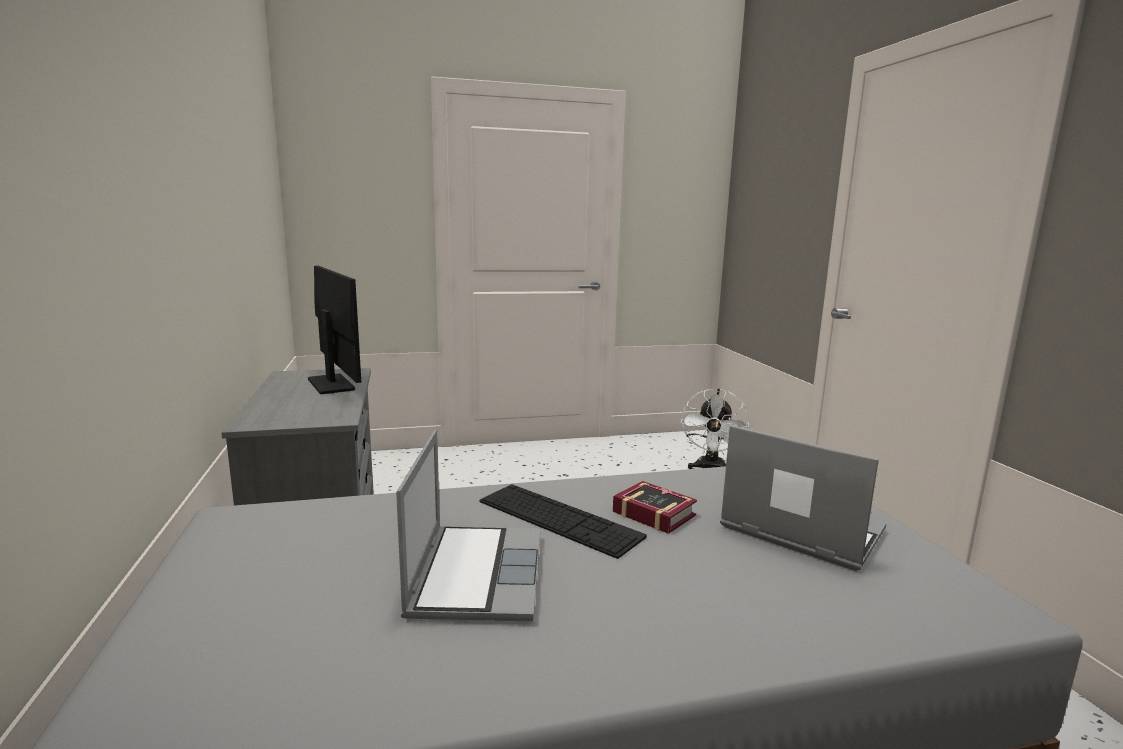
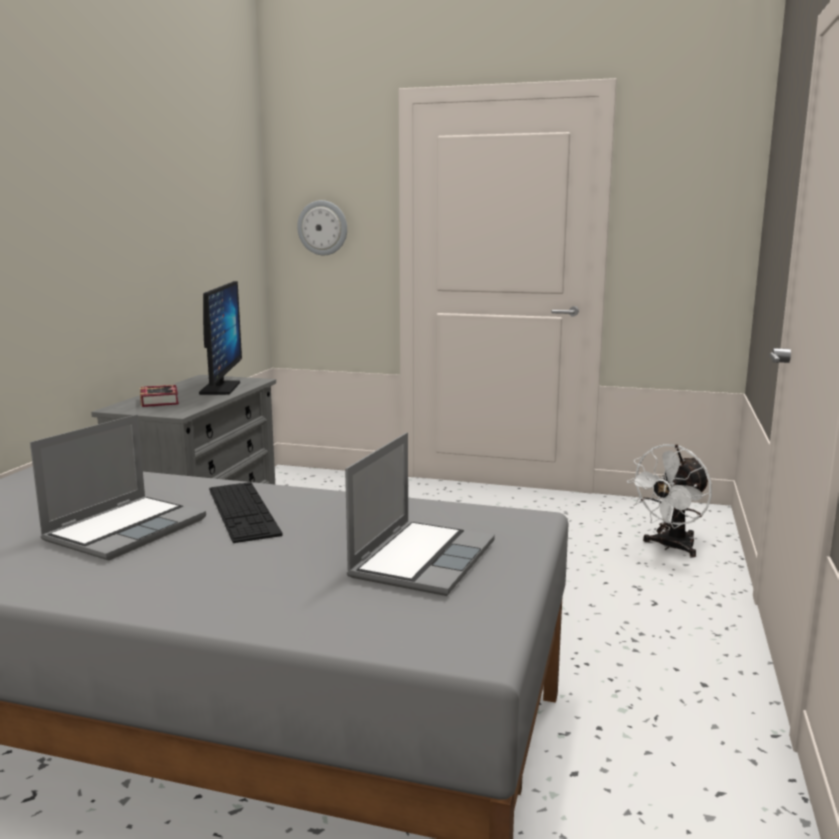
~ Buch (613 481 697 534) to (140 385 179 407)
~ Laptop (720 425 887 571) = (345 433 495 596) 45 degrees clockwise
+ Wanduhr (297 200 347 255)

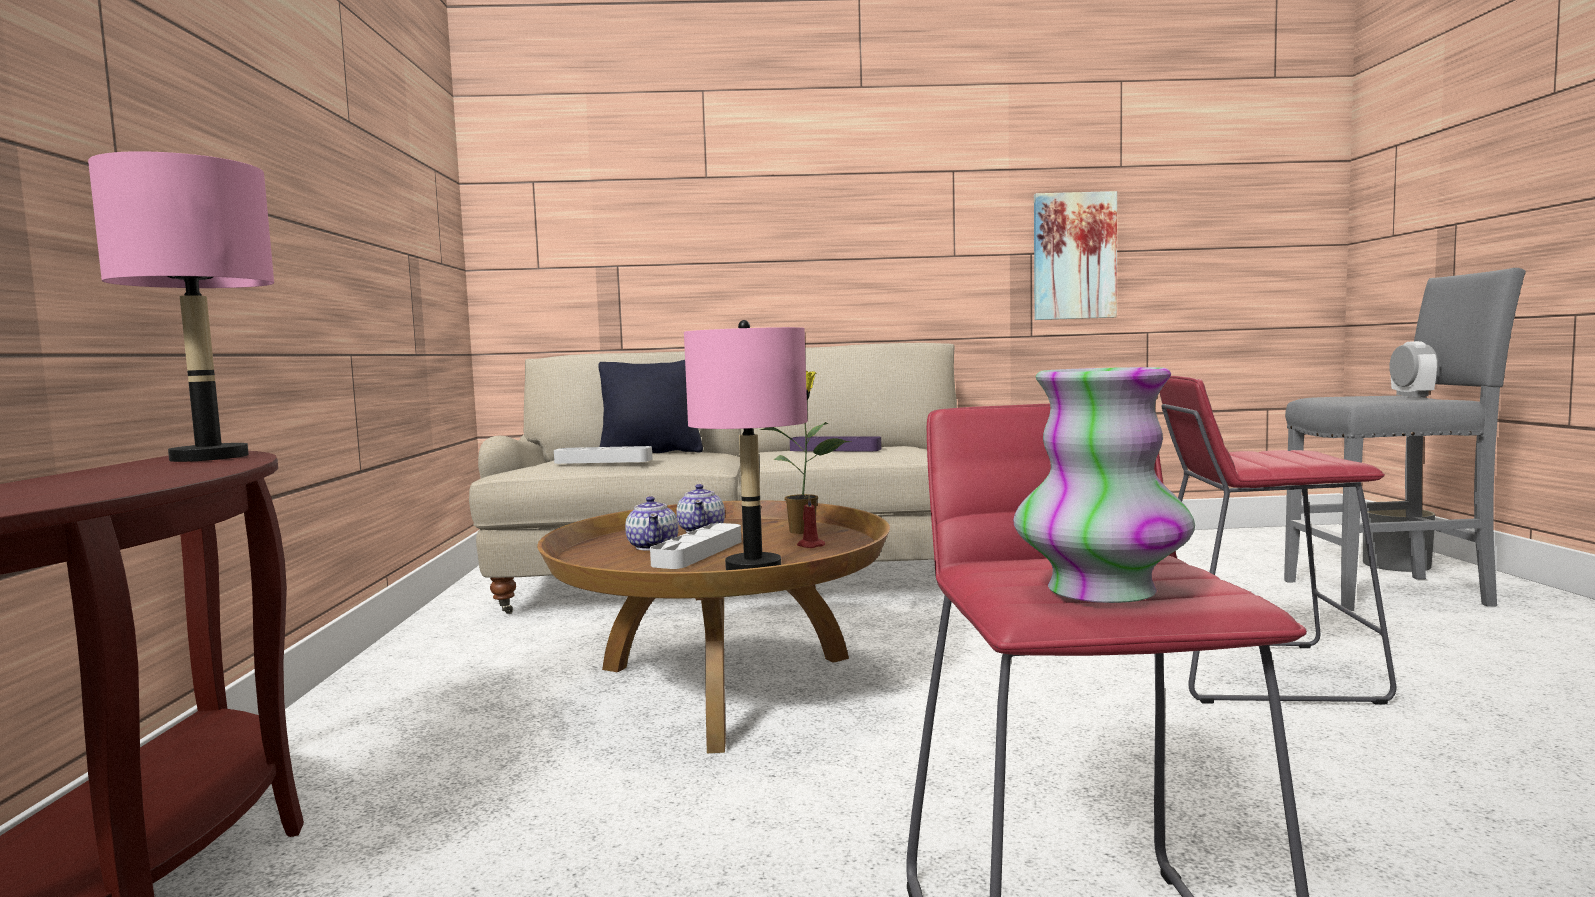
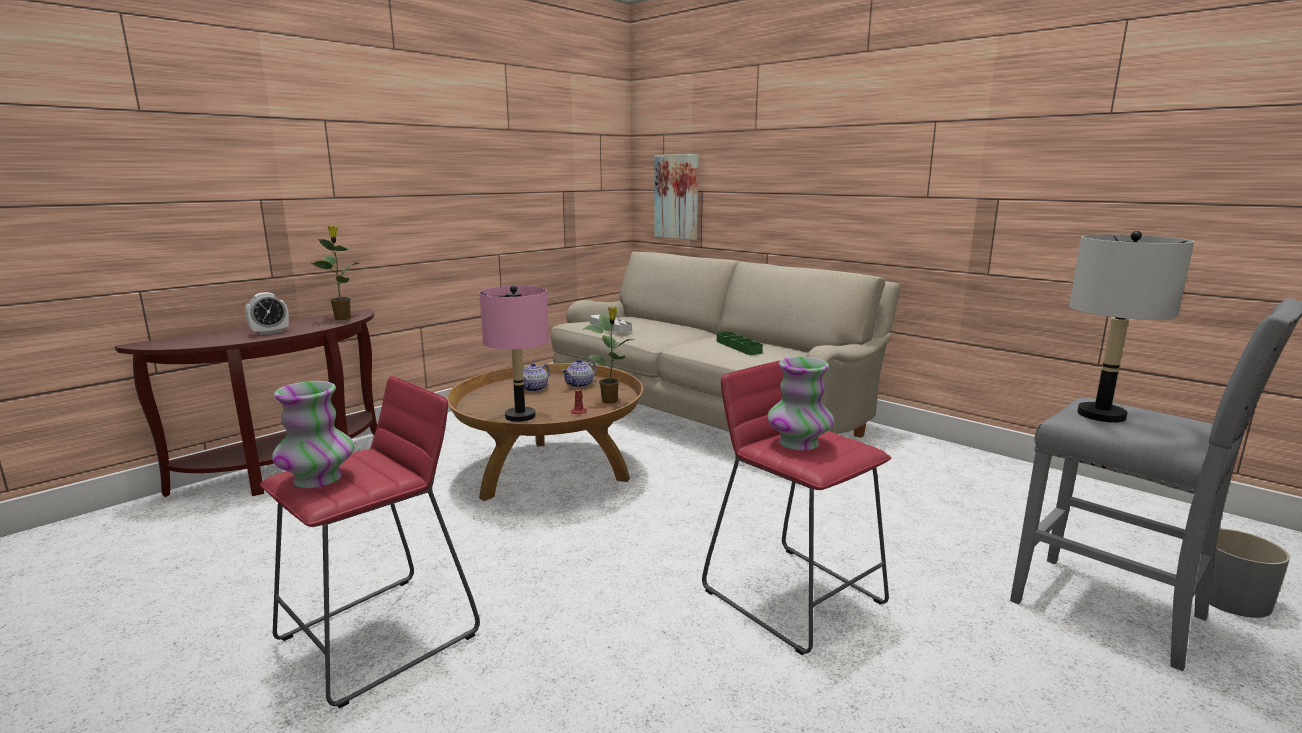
~ Tischlampe/rosa (88 151 274 462) to Topfpflanze (311 226 360 320)
- Kissen/schwarz (598 360 703 453)
- Tablett/grau (650 523 741 569)
~ Tablett/lila (790 436 881 451) to Tablett/grün (717 332 763 355)
~ Bild (1034 191 1117 320) to (654 154 699 240)
~ Wecker (1389 341 1438 397) to (245 292 289 335)
+ Vase (767 357 834 451)
+ Tischlampe/grau (1069 231 1194 423)

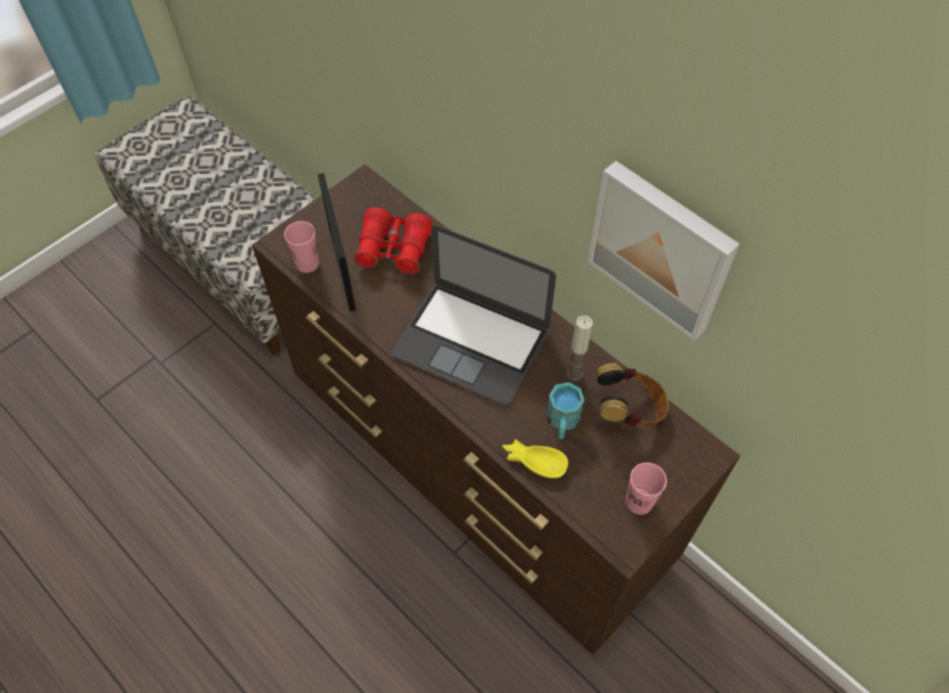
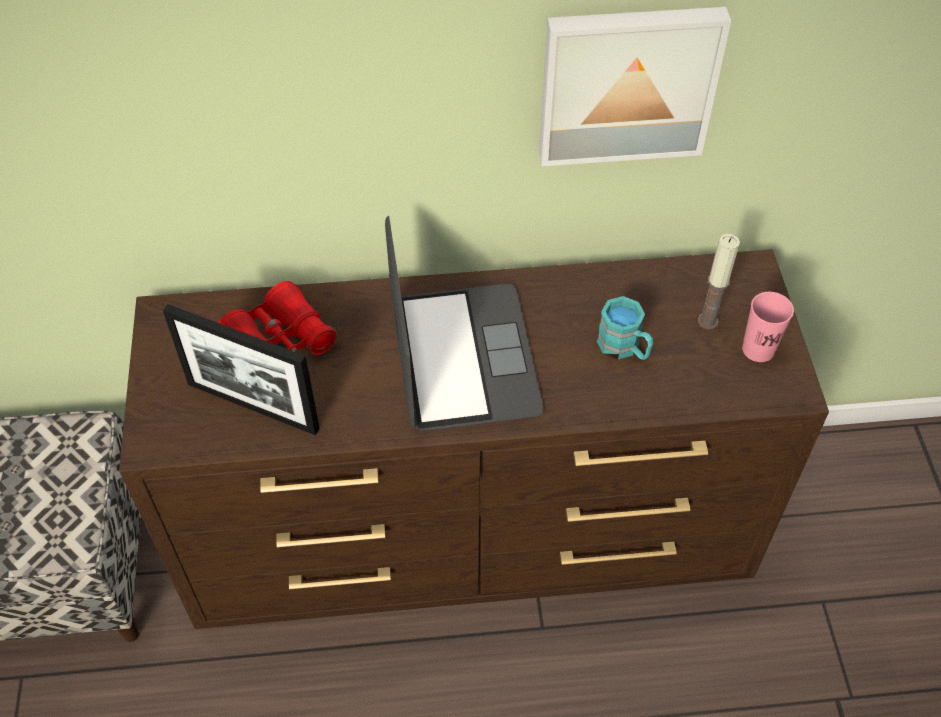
- Tasse/rosa (284 221 319 273)
~ Laptop (392 225 556 404) = (385 216 544 431) 75 degrees counterclockwise
- Schüssel/gelb (502 439 568 478)
~ Kerze (567 316 593 382) to (698 234 740 330)
- Kopfhörer (597 363 669 427)

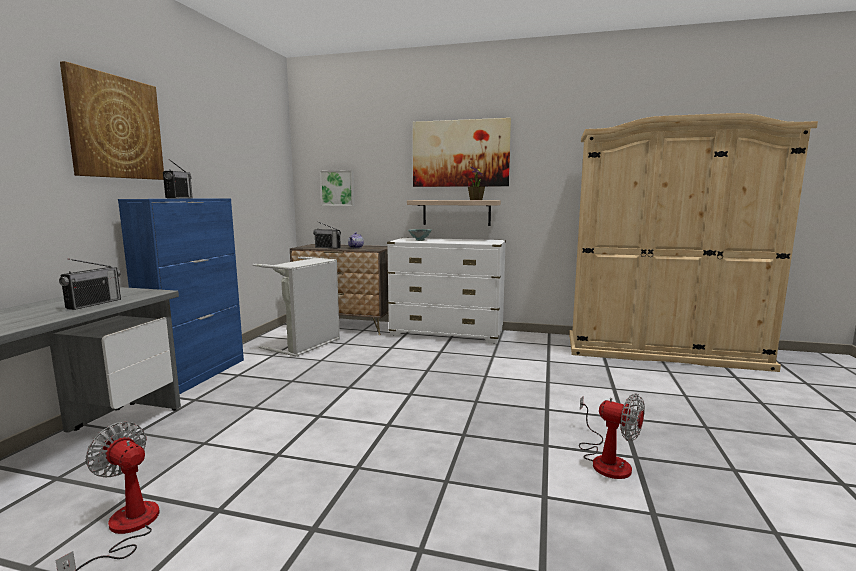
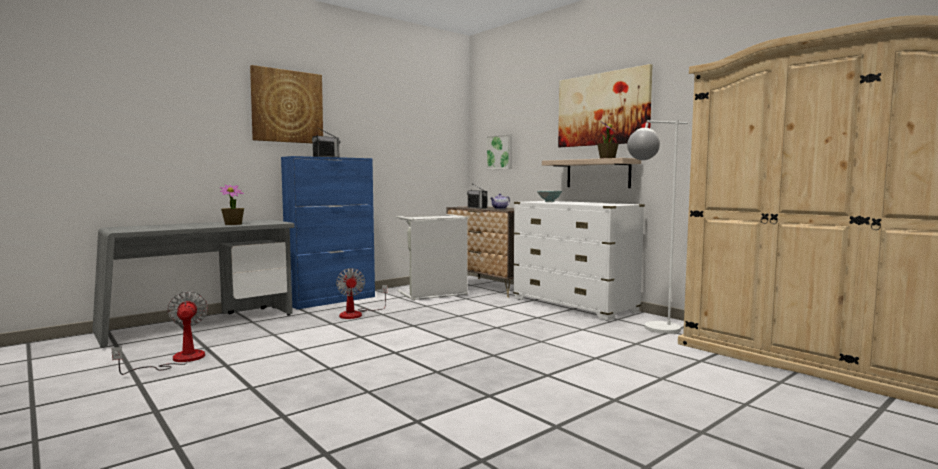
~ Radio (59 259 121 310) to Topfpflanze (220 185 244 225)
~ Ventilator (579 393 645 479) to (336 268 387 319)
+ Stehlampe/weiß (627 120 688 334)

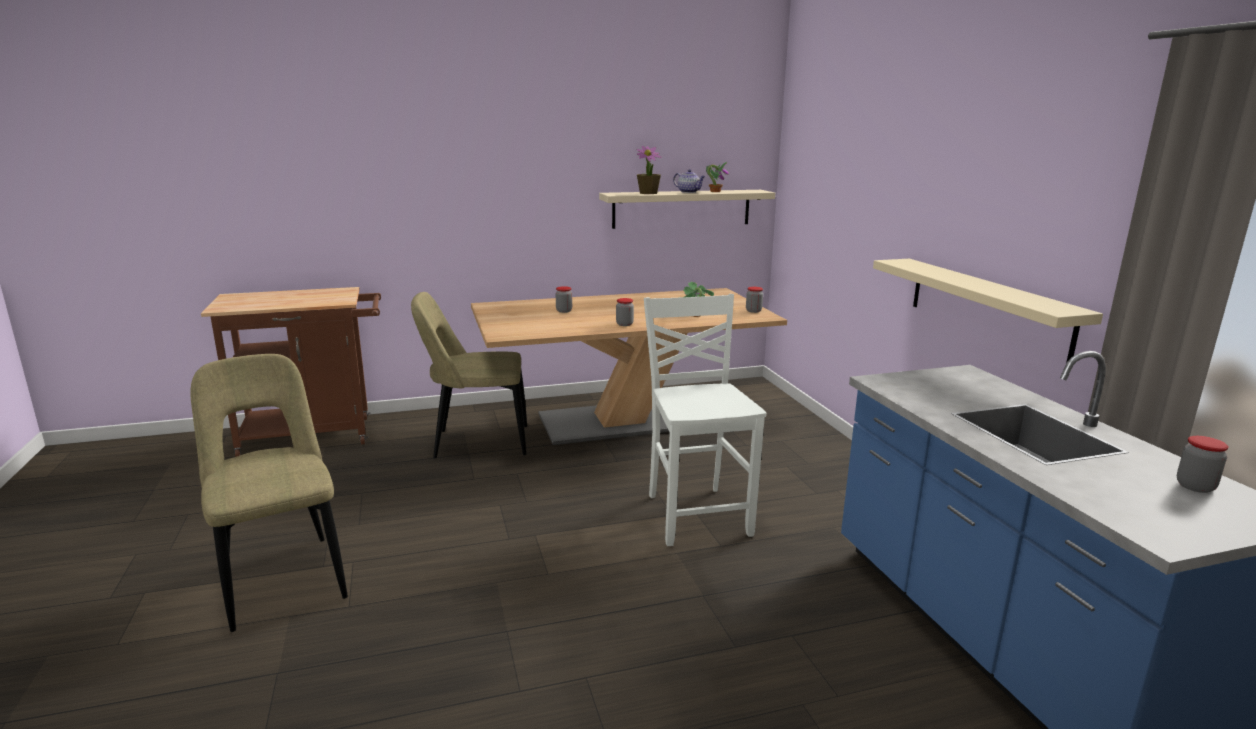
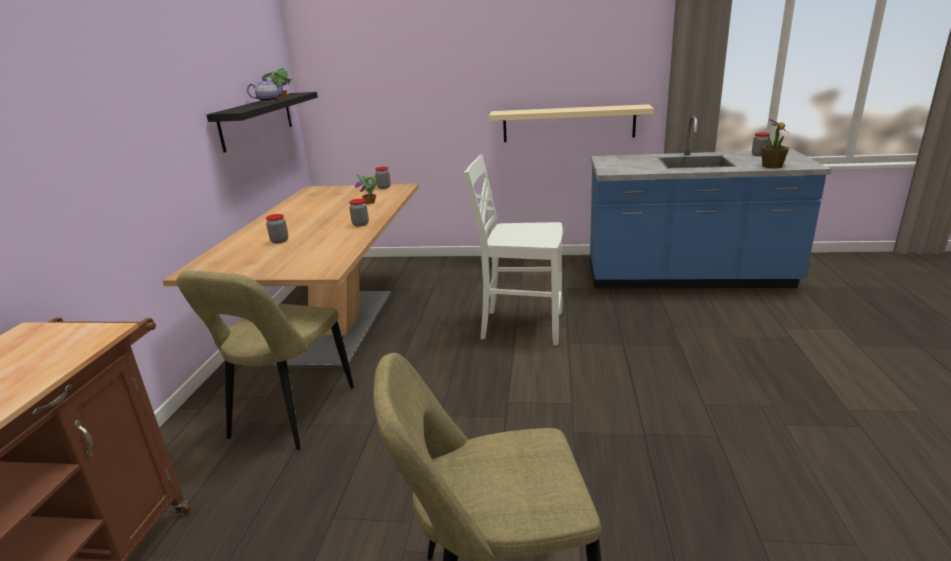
~ Wandregal/beige (599 190 775 229) to Wandregal/schwarz (206 92 318 152)
~ Topfpflanze (637 146 662 194) to (761 119 789 169)

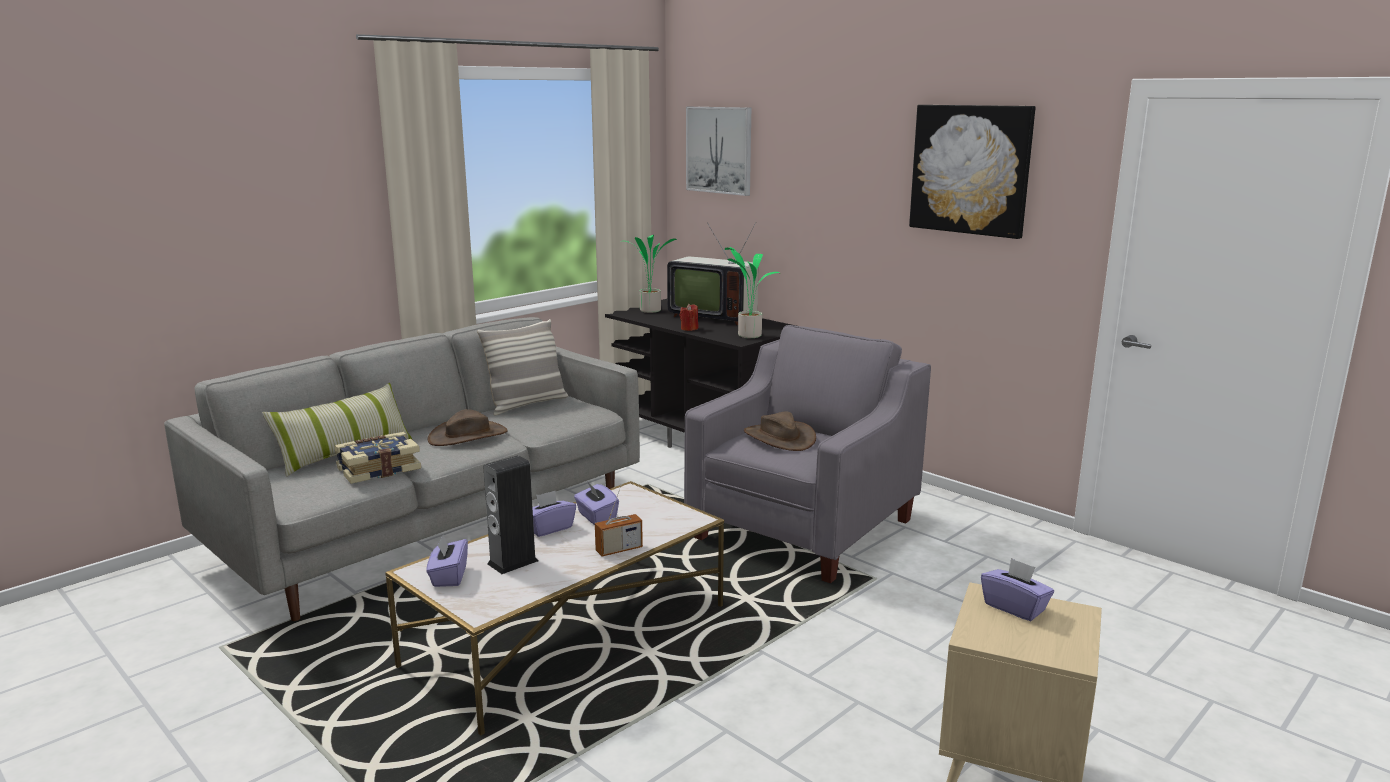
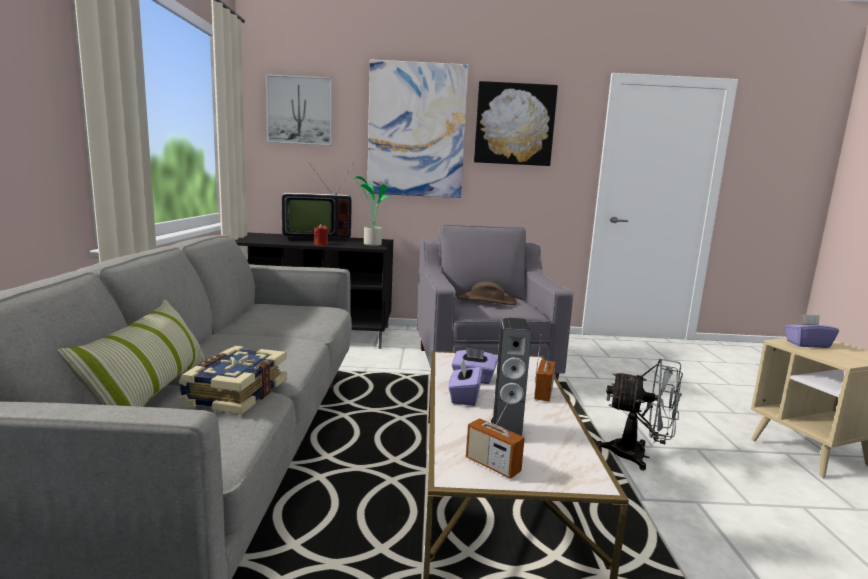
~ Taschentuchbox/lila (426 535 468 587) to Radio (466 391 525 479)
- Hut/braun (428 409 508 446)
- Kissen (477 319 568 415)
- Topfpflanze (626 235 677 313)
+ Bild (367 59 469 198)
+ Ventilator/grau (596 359 683 471)

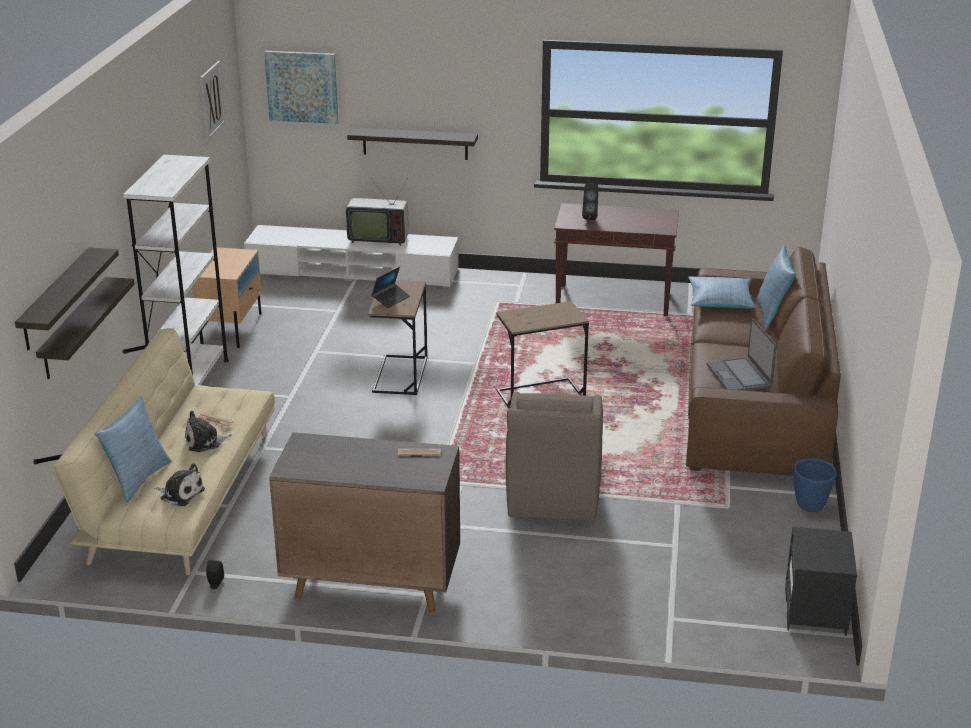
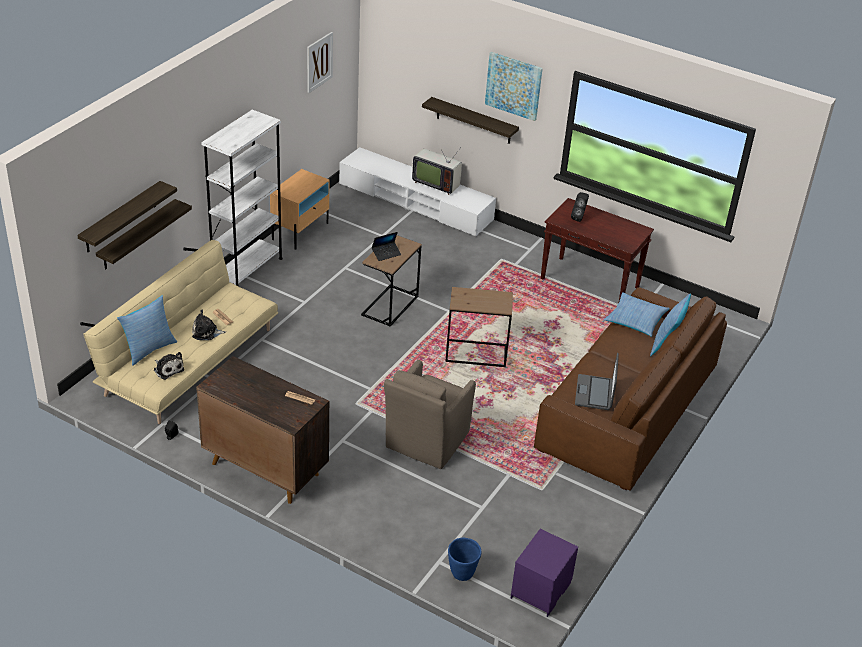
~ Bild (264 51 338 124) to (485 52 543 121)
~ Nachttisch/schwarz (785 527 857 636) to Nachttisch/lila (511 529 578 617)
~ Pflanzkübel/blau (794 458 837 512) to (448 538 481 581)

